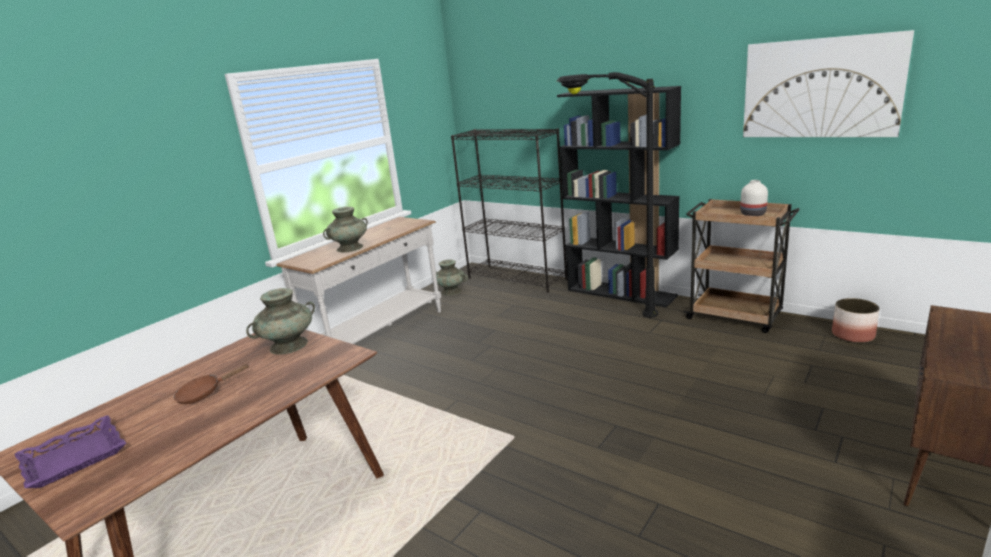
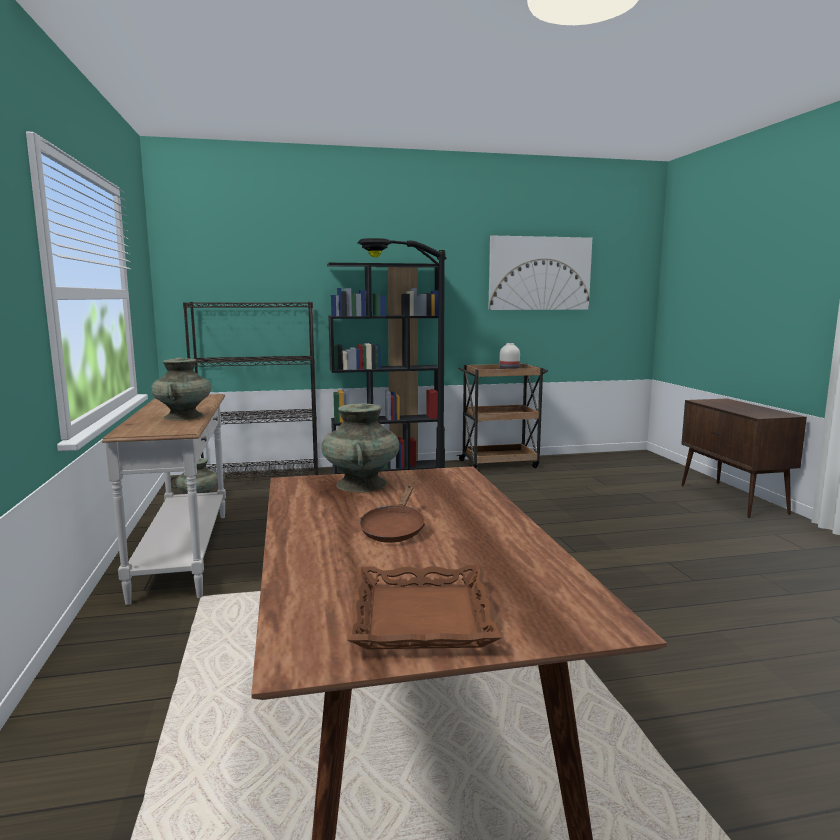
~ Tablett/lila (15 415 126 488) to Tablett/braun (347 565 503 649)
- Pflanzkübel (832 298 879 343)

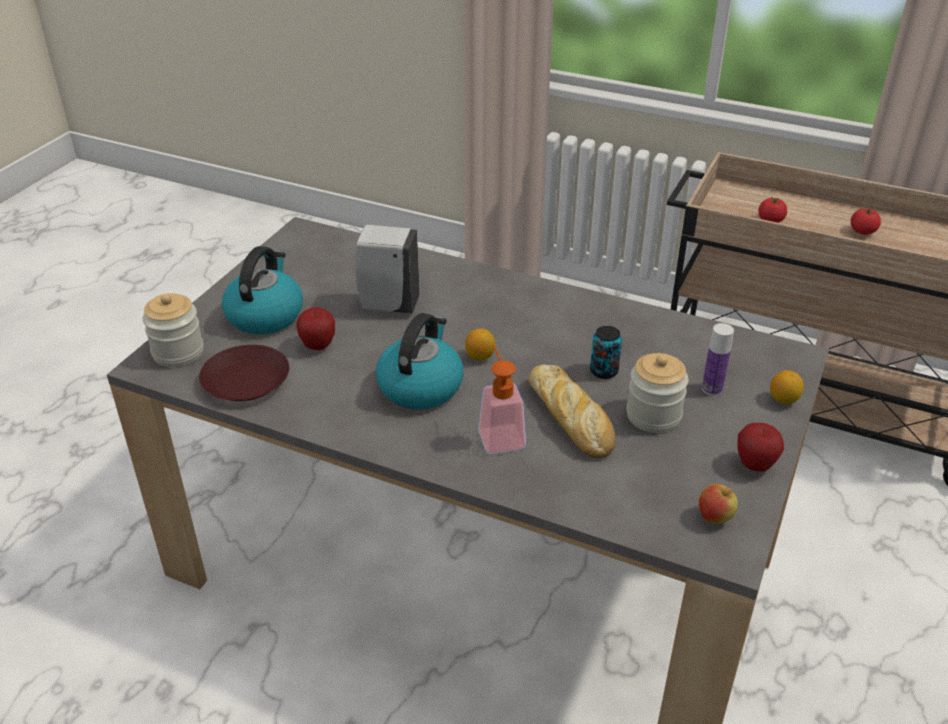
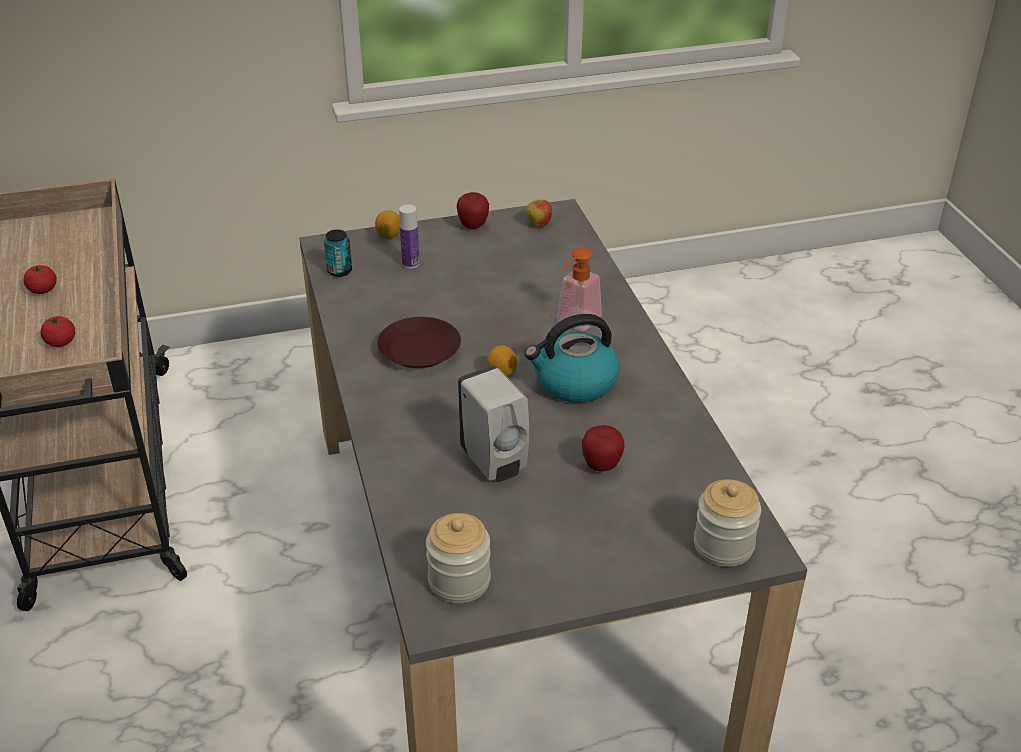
~ Teller/braun (199 345 289 401) to (377 317 461 368)
- Wasserkessel (222 246 303 334)
- Brot (529 364 616 458)
~ Dose (590 326 622 379) to (324 229 352 277)
~ Vorratsglas (626 353 688 433) to (426 513 491 603)

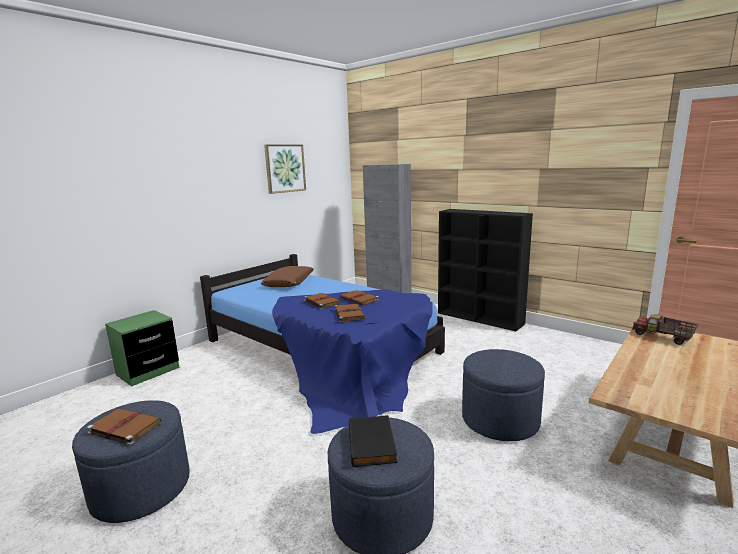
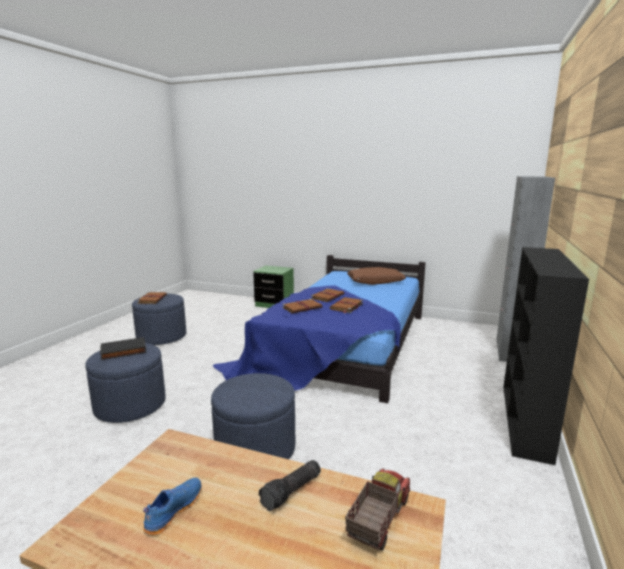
- Bild (264 144 306 194)
+ Schuh/blau (143 477 202 535)
+ Taschenlampe (259 460 321 511)

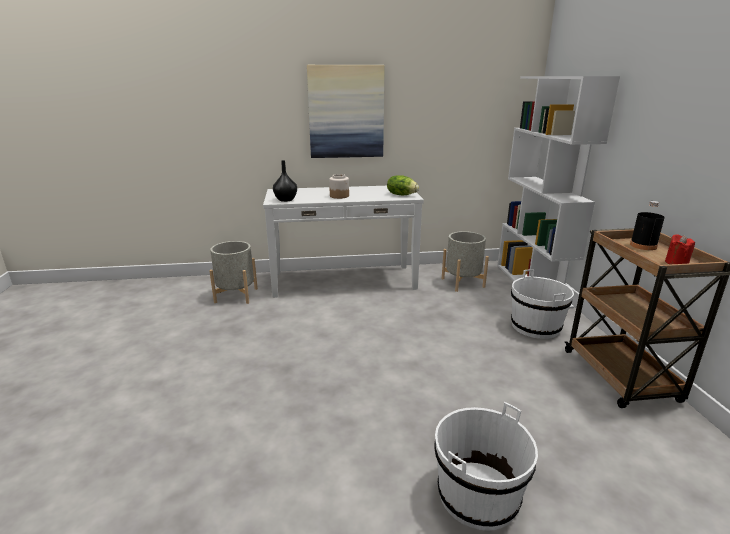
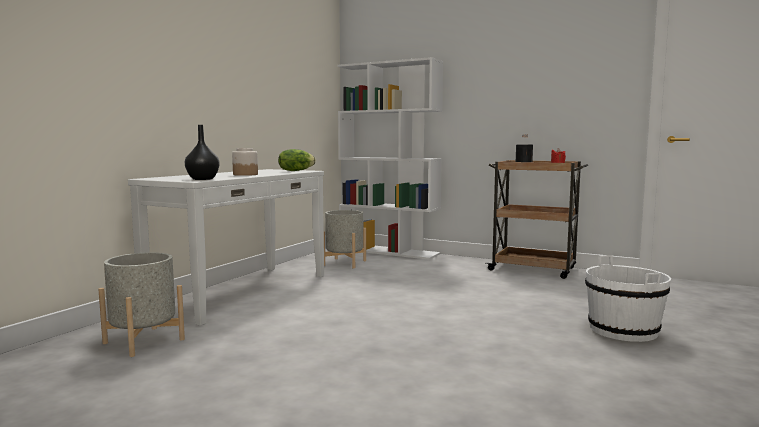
- Bild (307 65 385 158)
- Eimer/weiß (511 269 574 339)

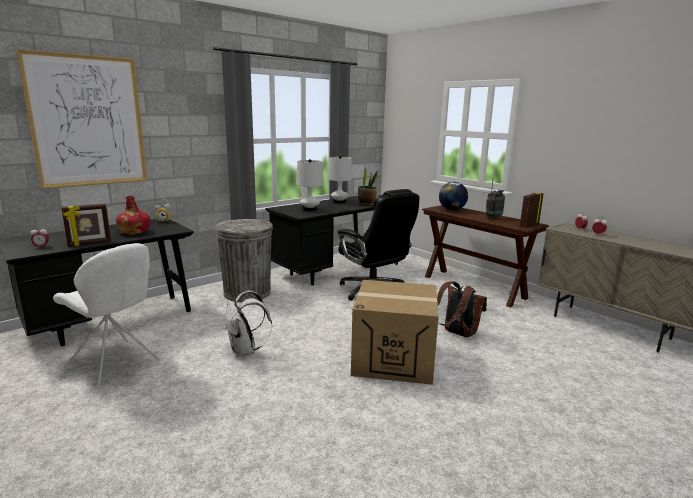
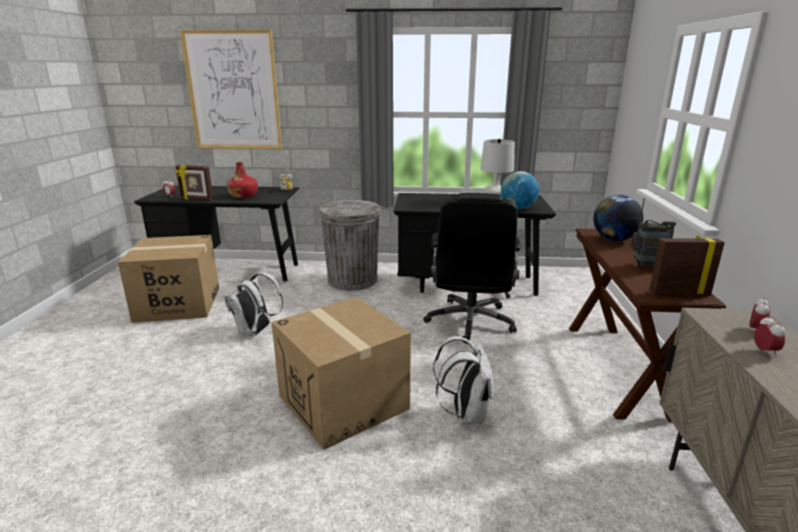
~ Stuhl/weiß (53 243 161 388) to Karton (118 235 219 323)
- Tischlampe/weiß (296 159 324 211)
~ Topfpflanze (358 168 378 206) to Globus (501 171 539 209)
~ Rucksack/braun (437 282 487 337) to Rucksack/weiß (433 336 494 425)

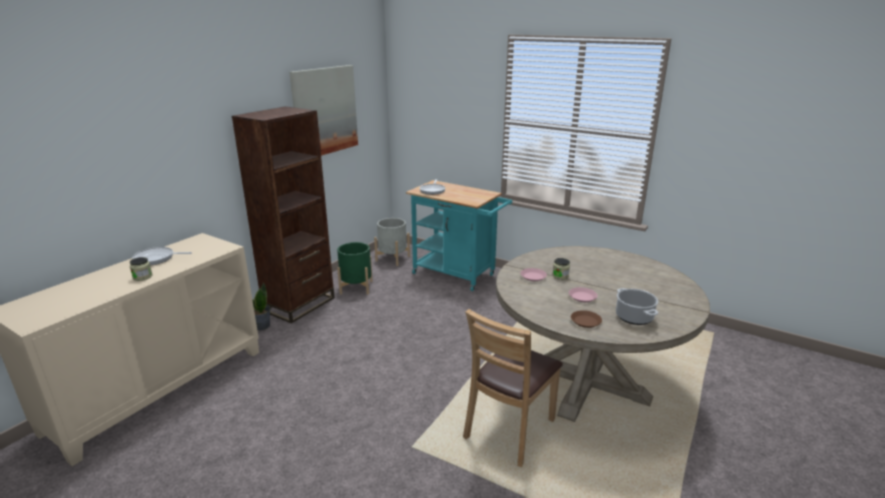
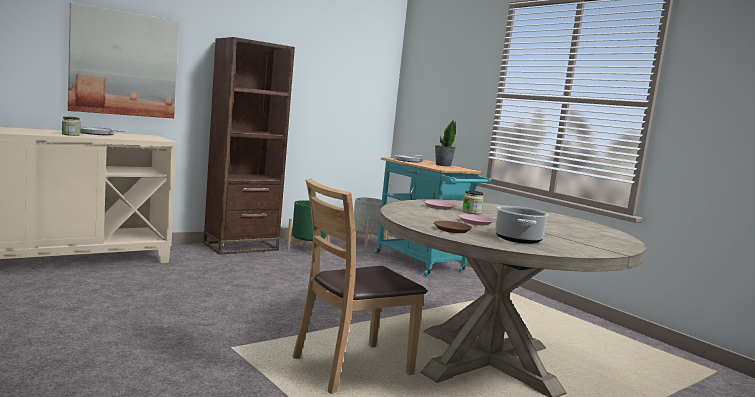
~ Topfpflanze (252 283 271 330) to (435 119 456 167)
~ Bild (289 65 358 156) to (68 3 179 118)

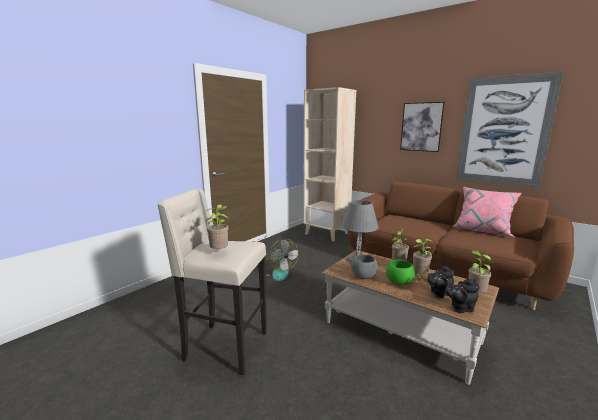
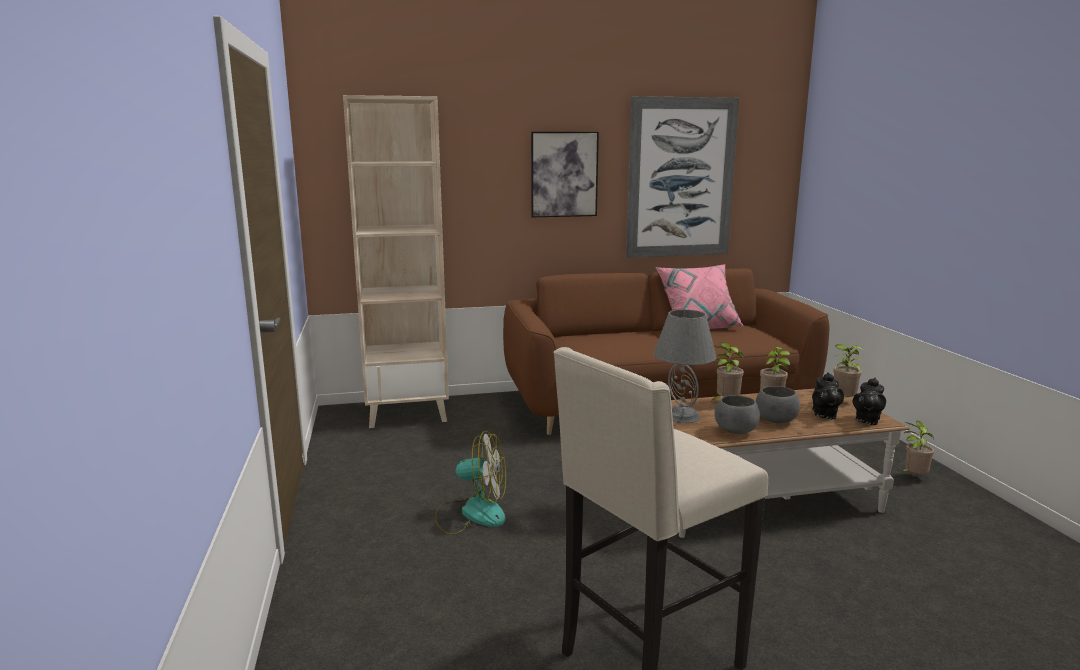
~ Topfpflanze (206 205 228 249) to (900 421 934 474)
~ Schüssel/grün (386 260 415 285) to Schüssel/grau (756 386 800 423)

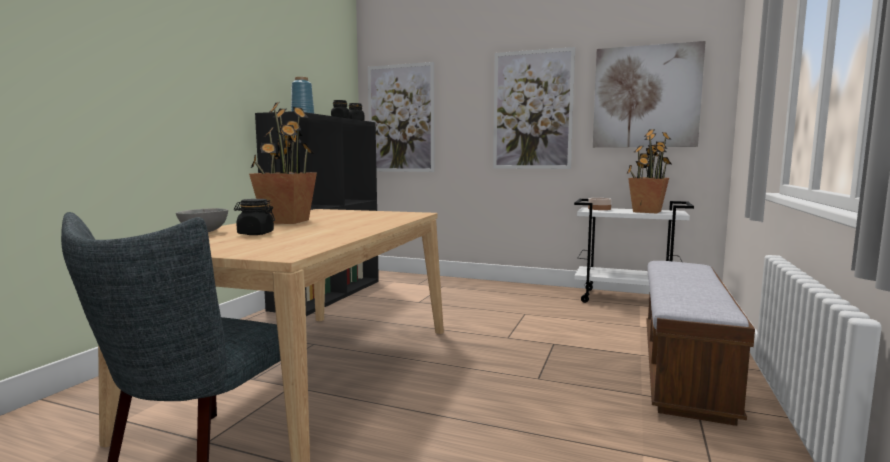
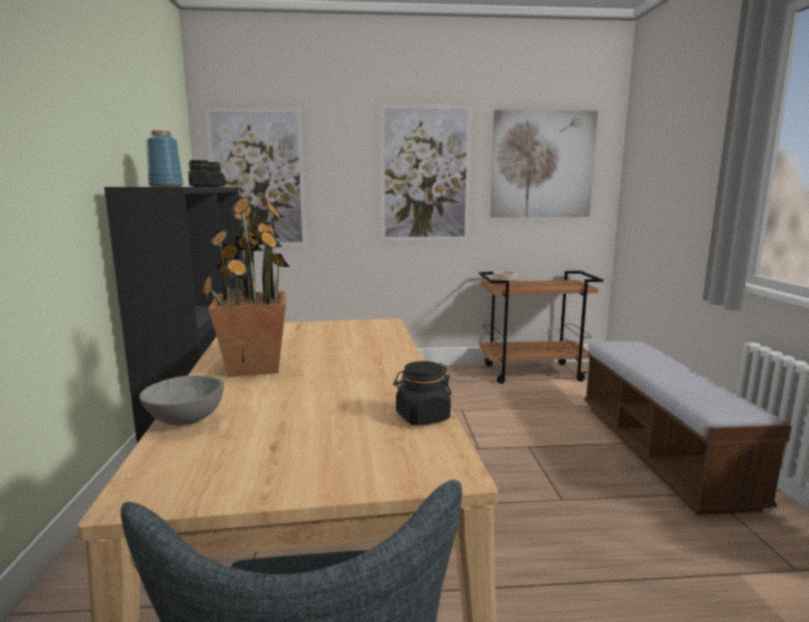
~ Vorratsglas/schwarz (234 199 275 235) to (393 361 451 426)
~ Rollwagen/weiß (574 199 694 303) to Rollwagen/braun (479 271 603 384)
- Topfpflanze (627 129 671 214)

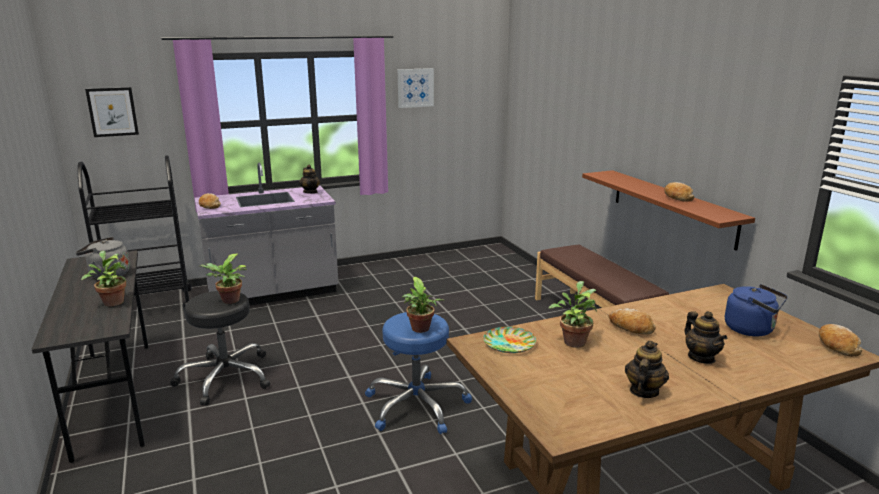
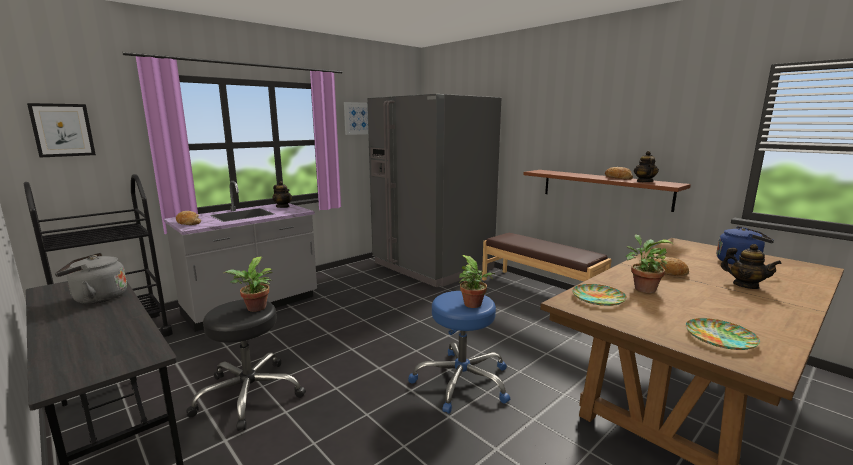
- Topfpflanze (81 251 127 307)
~ Teekanne (625 341 669 398) to (634 151 659 182)
- Brot (819 324 863 357)
+ Kühlschrank/grau (367 94 501 287)
+ Teller (686 318 760 350)

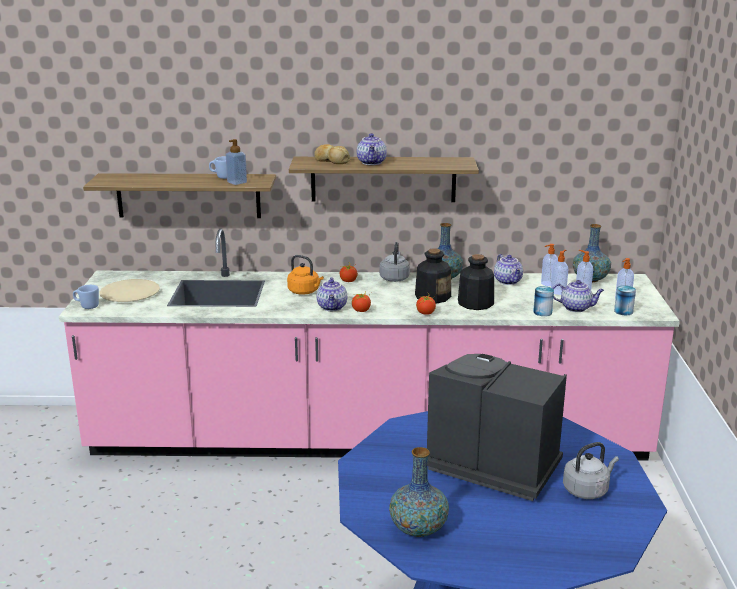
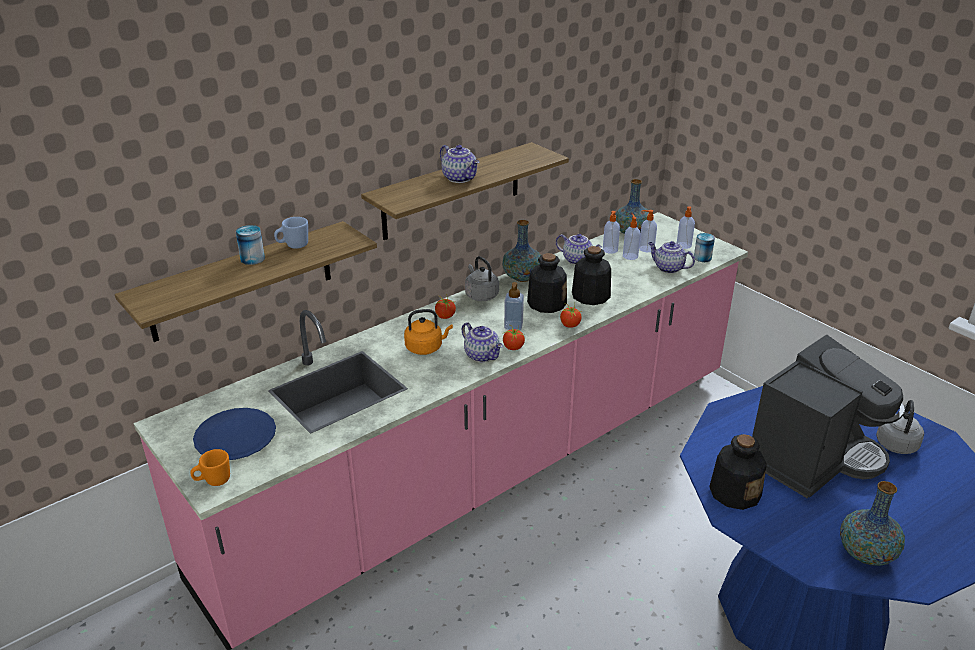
~ Henkelbecher/blau (73 285 99 309) to Henkelbecher/orange (190 449 230 486)
~ Teller/beige (99 279 160 302) to Teller/blau (193 408 276 460)
~ Seifenspender (226 139 247 185) to (504 282 524 330)
- Brot (314 144 351 164)
~ Kaffeemaschine (427 354 567 501) = (752 335 905 498) 150 degrees clockwise
~ Dose (533 286 554 316) to (236 225 265 265)
~ Teekanne (553 280 604 312) = (648 241 695 274) 120 degrees counterclockwise
+ Flasche (709 434 767 510)

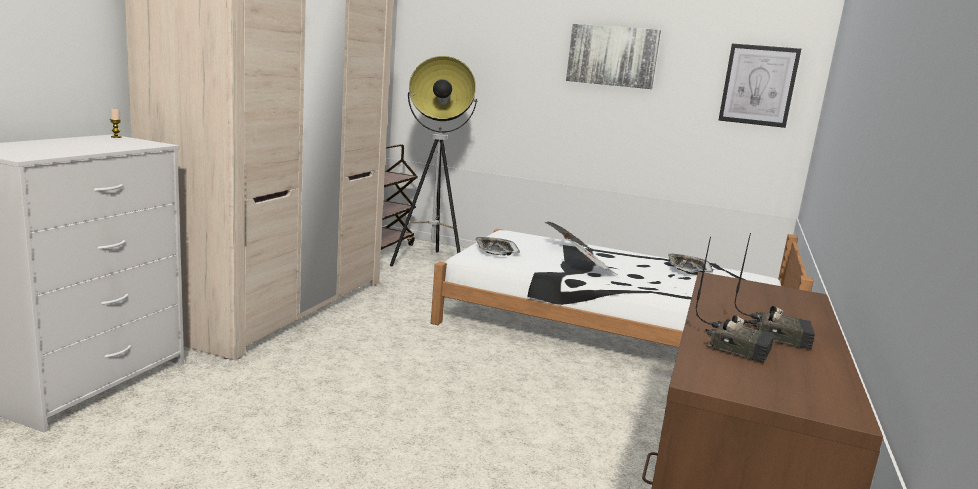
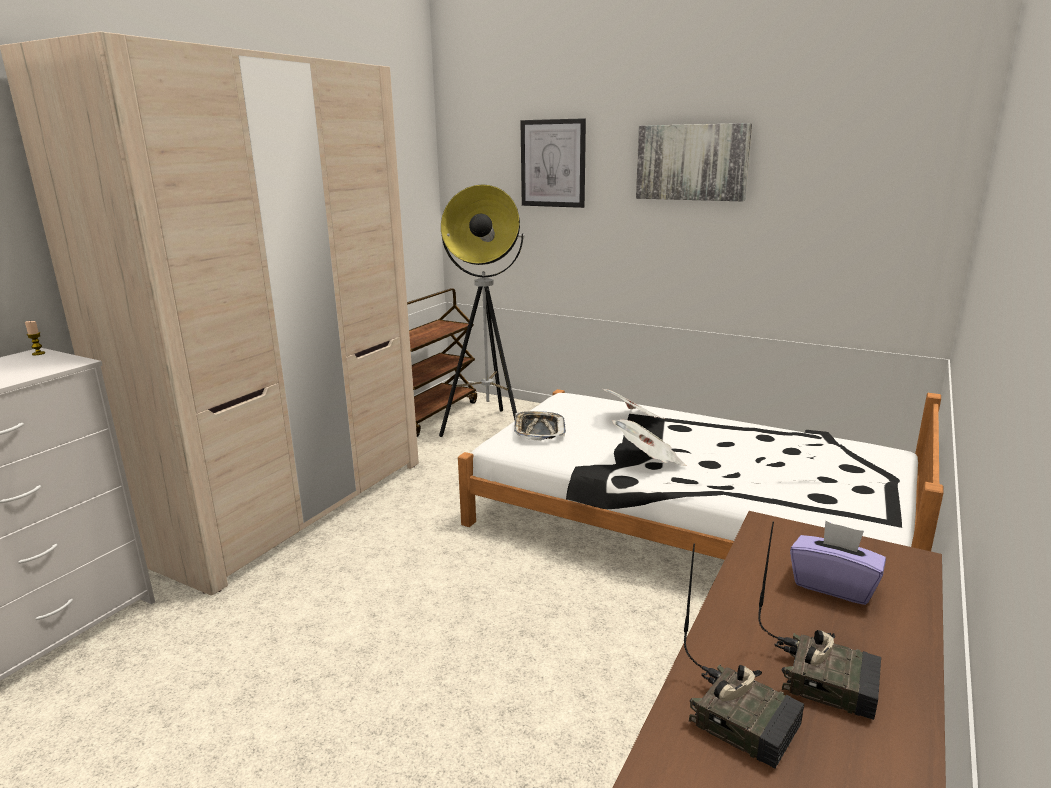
- Tablett (668 253 713 274)
~ Bild (719 44 801 128) to (521 118 586 208)
+ Taschentuchbox/lila (790 521 886 605)

